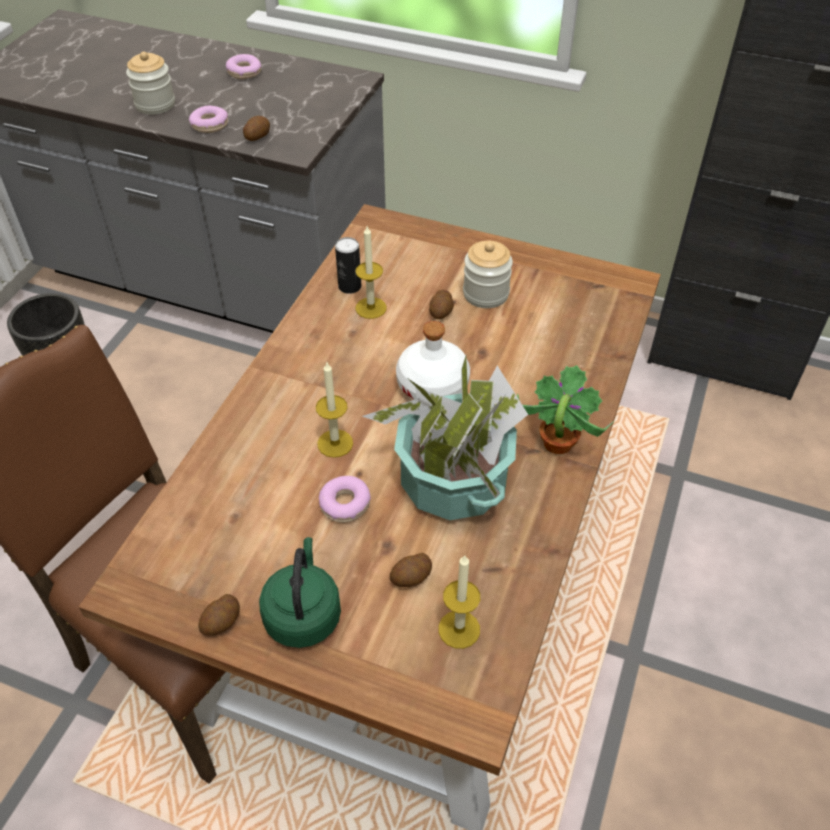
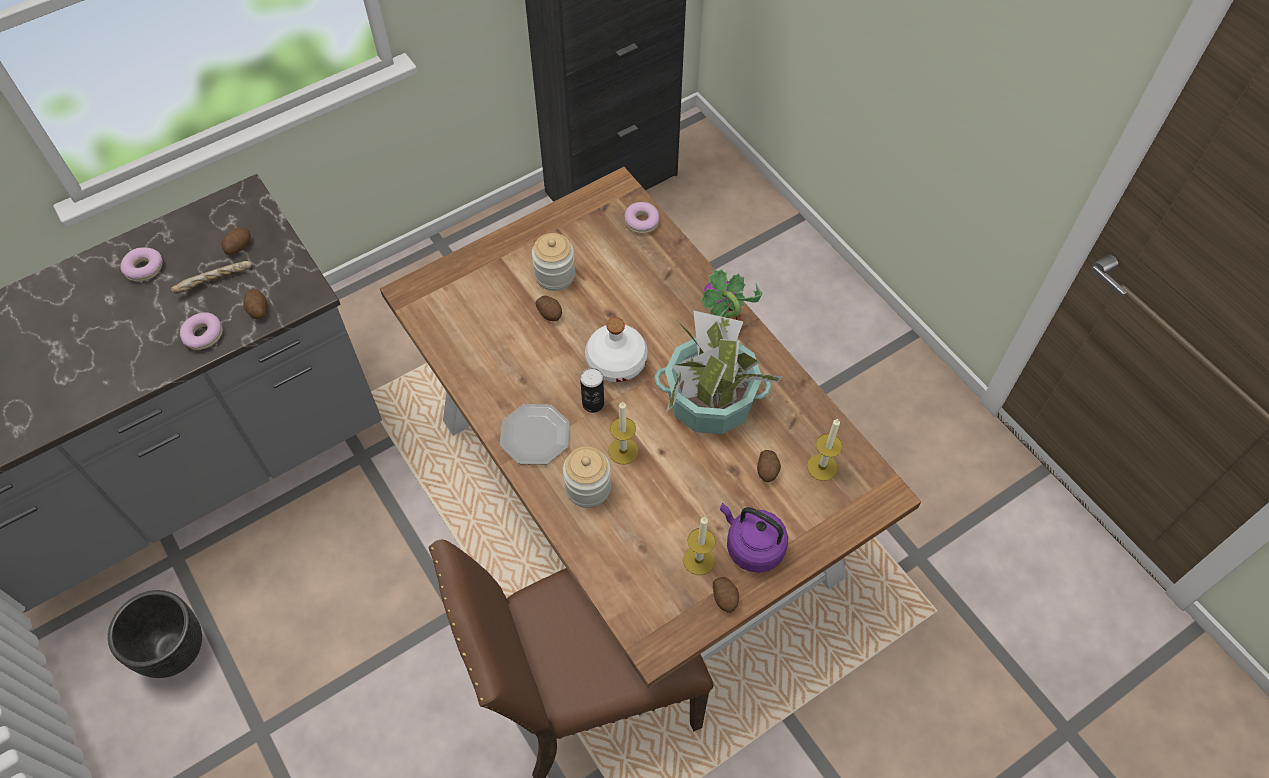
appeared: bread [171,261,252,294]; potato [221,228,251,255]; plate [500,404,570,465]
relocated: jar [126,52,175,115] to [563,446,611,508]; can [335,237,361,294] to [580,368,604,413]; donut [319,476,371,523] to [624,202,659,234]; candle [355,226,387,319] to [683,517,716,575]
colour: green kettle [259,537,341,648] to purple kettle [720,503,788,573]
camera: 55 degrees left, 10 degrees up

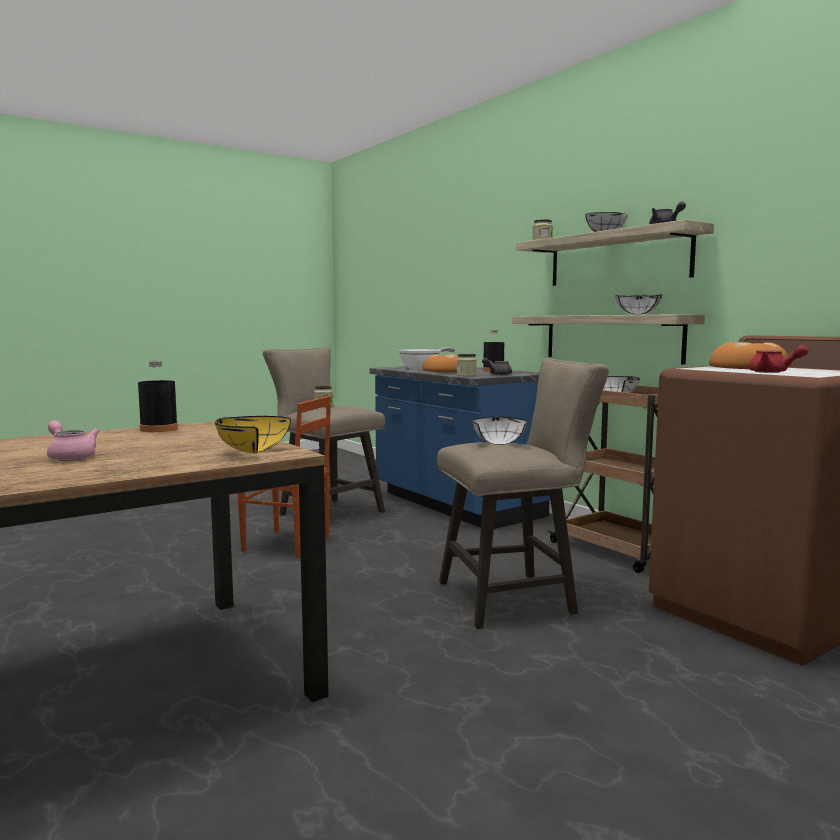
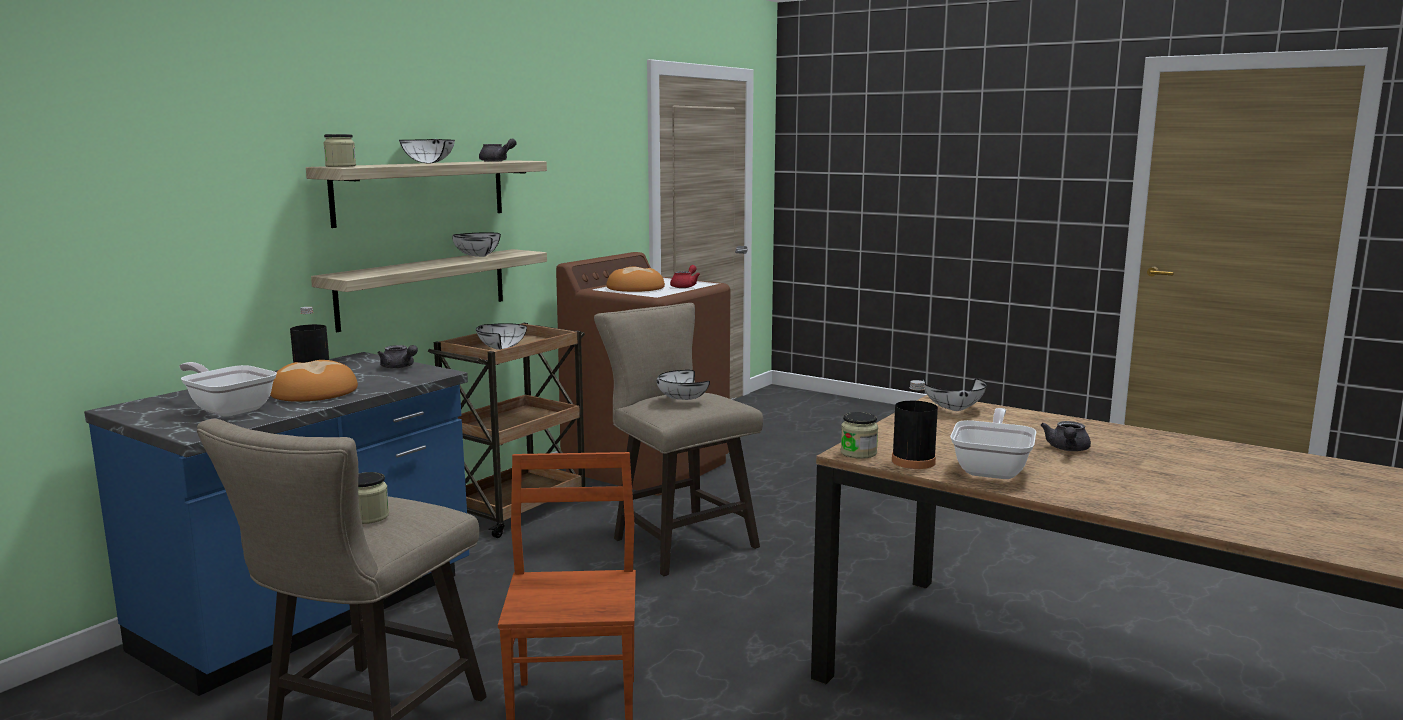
appeared: frying pan [950,408,1036,479]
relocated: jar [456,354,477,376] to [841,412,878,459]
colour: yellow bowl [215,416,291,453] to white bowl [922,379,987,411]; pink teapot [47,420,100,461] to grey teapot [1041,421,1091,451]
camera: 110 degrees left, 5 degrees up

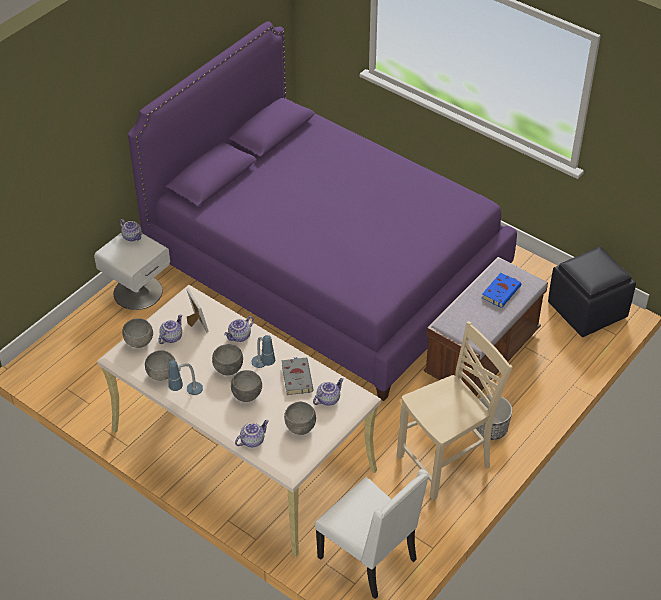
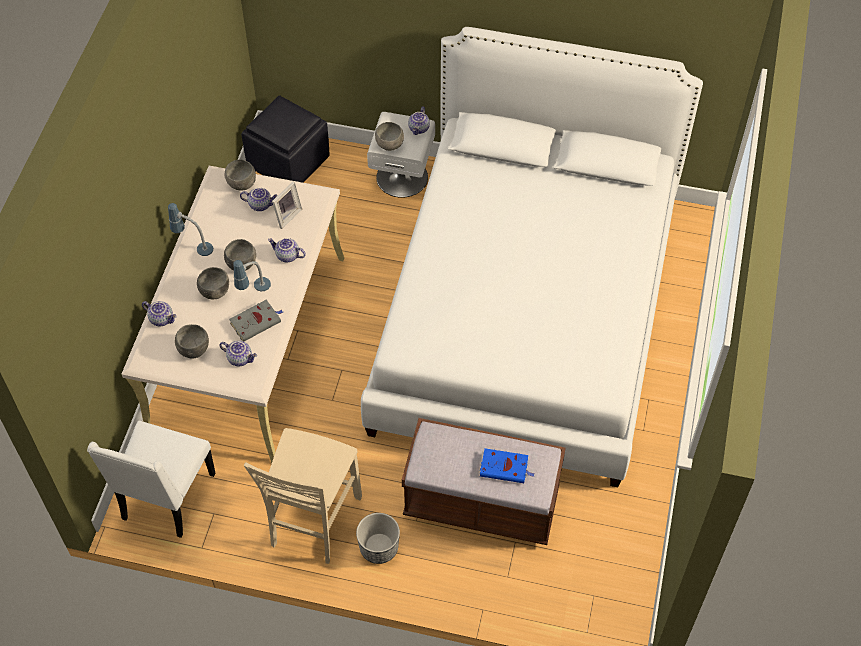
relocated: black ottoman [548,246,636,337] to [241,95,330,183]; grey bowl [145,350,175,381] to [375,122,404,151]
colour: purple bed [128,21,517,401] to white bed [361,27,703,487]
spun: beige chair [397,321,512,500] = [244,428,362,564] 75 degrees clockwise
camera: 65 degrees right, 10 degrees up

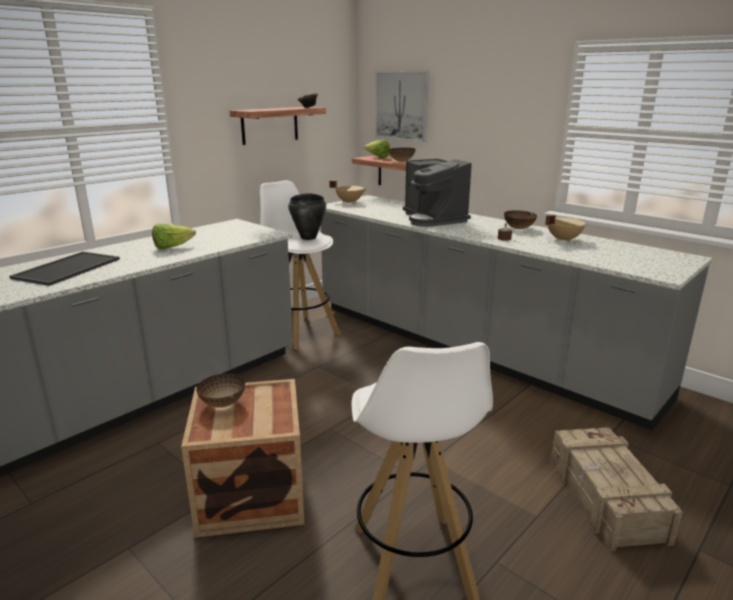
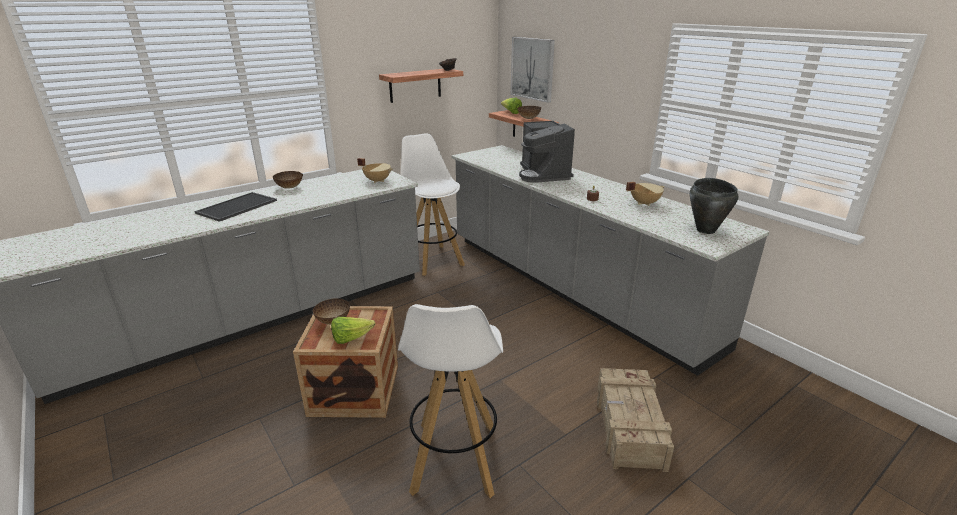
relocated: bowl [504,210,537,229] to [273,171,303,189]; lettuce [152,224,196,249] to [331,317,376,344]; beige cooking pot [329,180,367,204] to [357,158,393,183]; black cooking pot [288,193,326,240] to [690,178,738,234]
camera: 10 degrees right, 5 degrees up

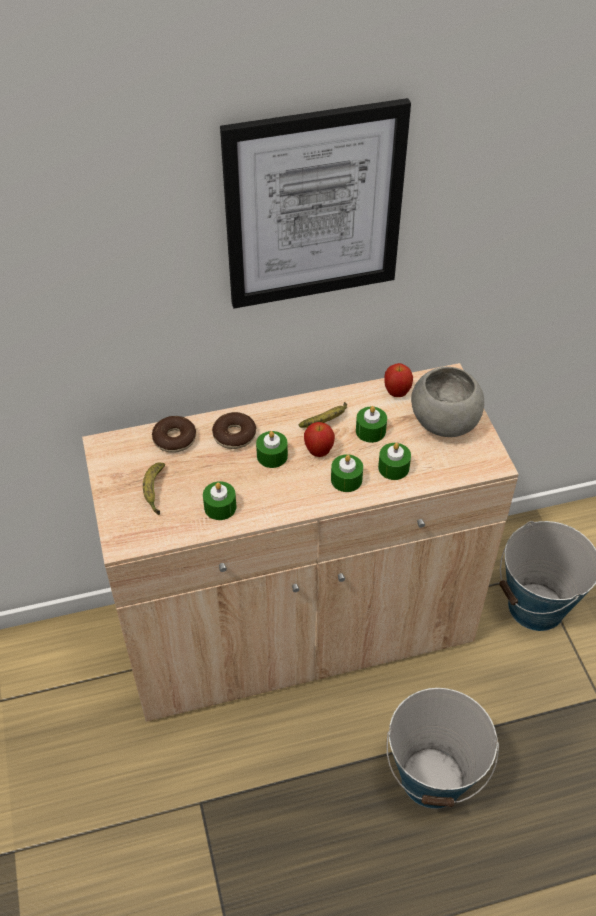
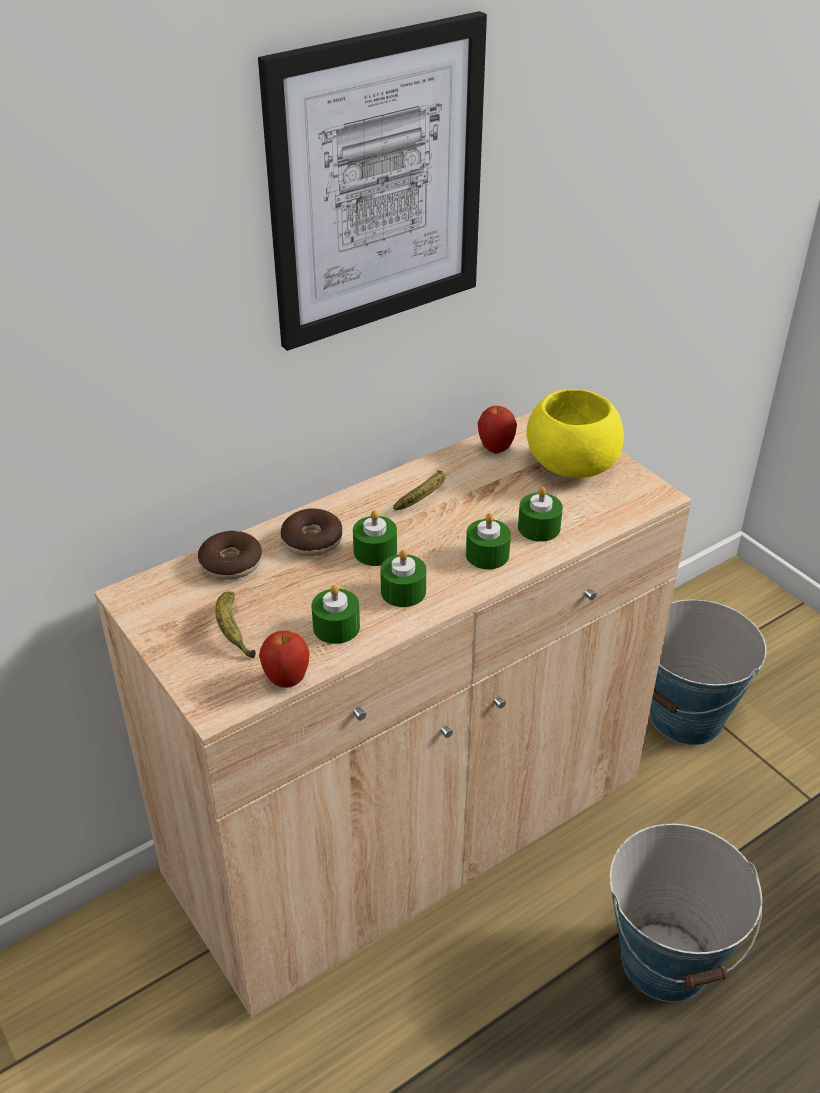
relocated: apple [304,422,335,457] to [259,631,310,688]; green candle [356,406,387,443] to [380,549,426,607]
colour: grey bowl [411,367,484,437] to yellow bowl [526,389,624,478]
camera: 20 degrees left, 10 degrees down

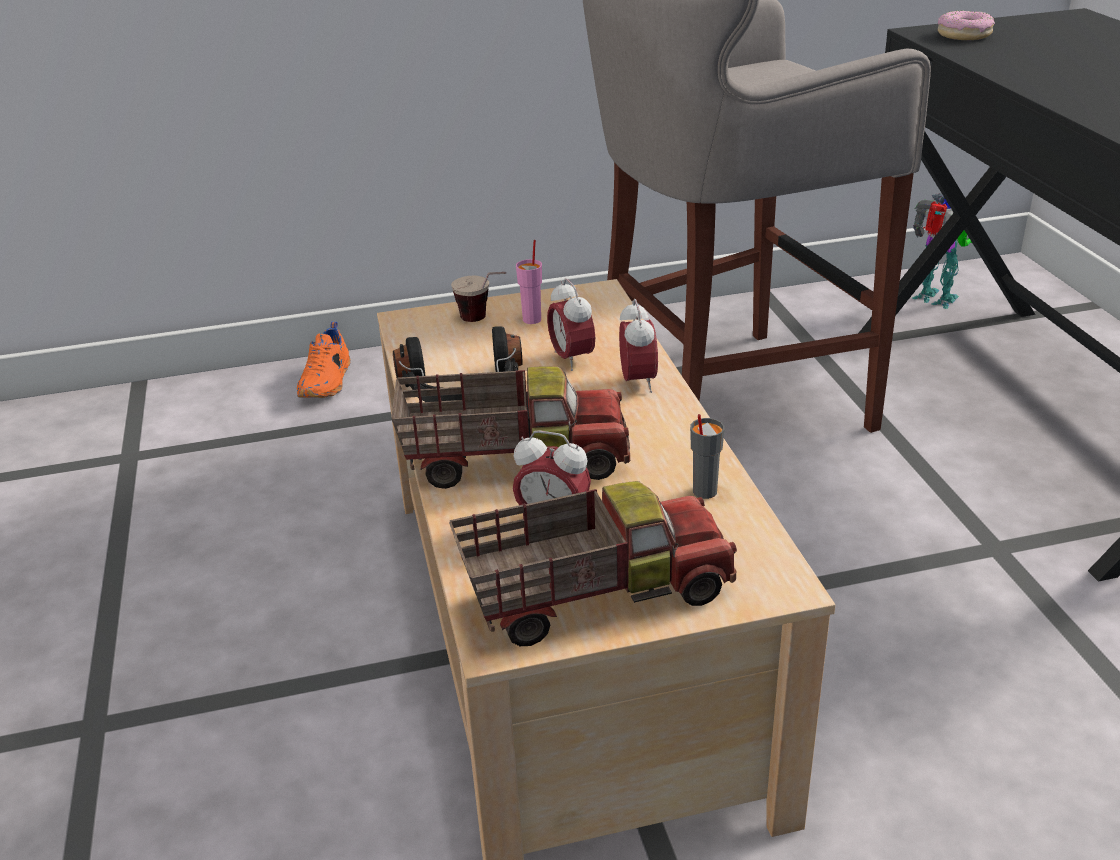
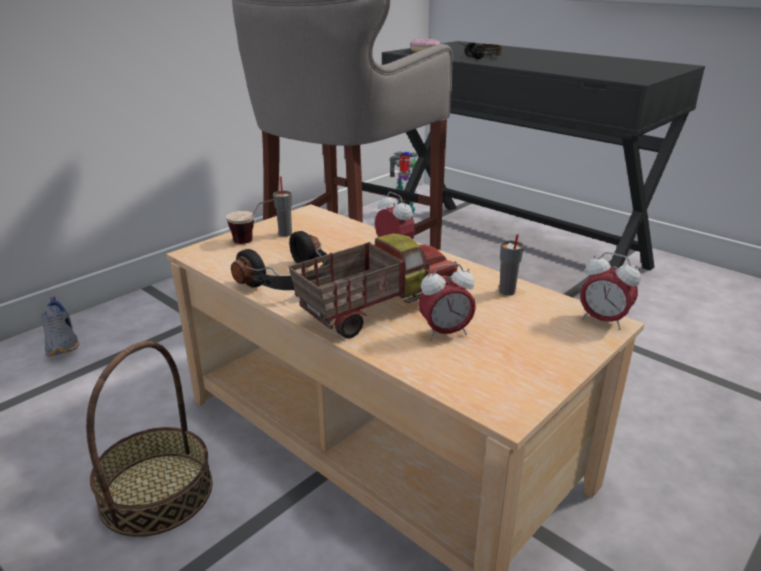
missing: toy truck [449,481,737,646]
appeared: basket [86,341,212,537]; headphones [460,42,502,59]
relocated: alarm clock [547,278,595,371] to [580,252,641,330]
colour: orange shoe [297,322,351,398] to grey shoe [41,296,79,357]; pink cup [516,240,542,324] to grey cup [273,176,292,237]
camera: 35 degrees left, 5 degrees down

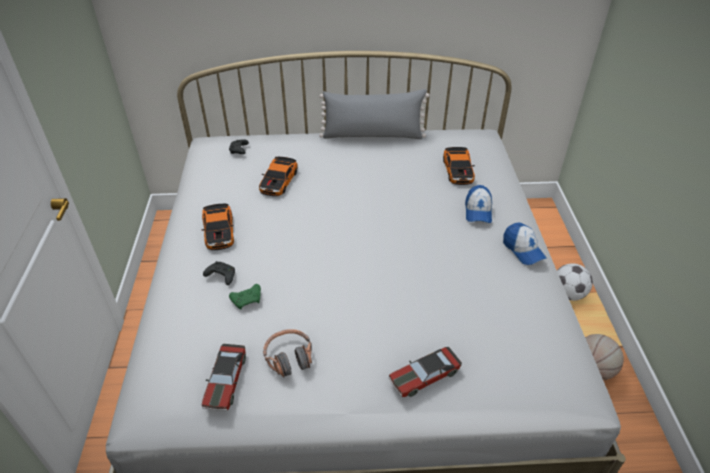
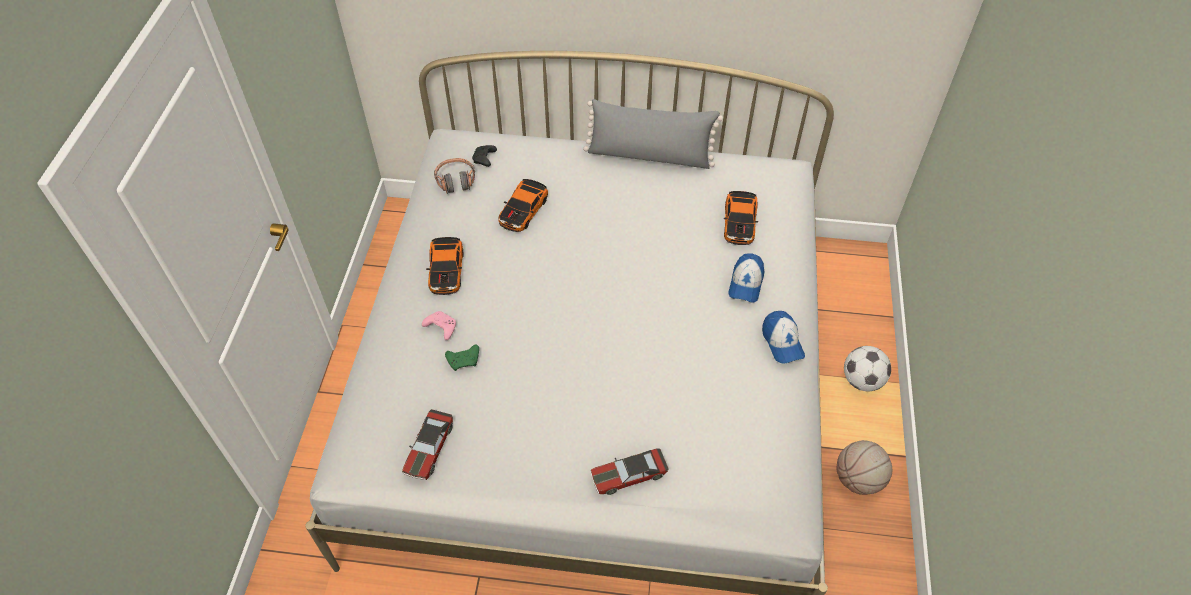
relocated: headphones [263,329,312,378] to [434,158,475,194]
colour: black game controller [203,261,235,285] to pink game controller [422,311,456,340]
camera: 10 degrees right, 10 degrees up

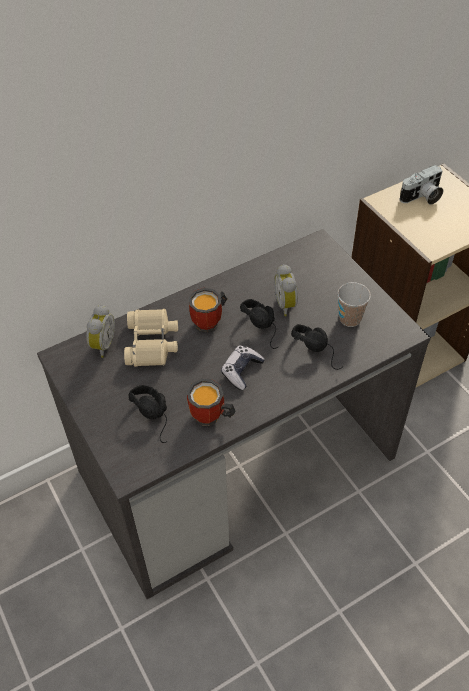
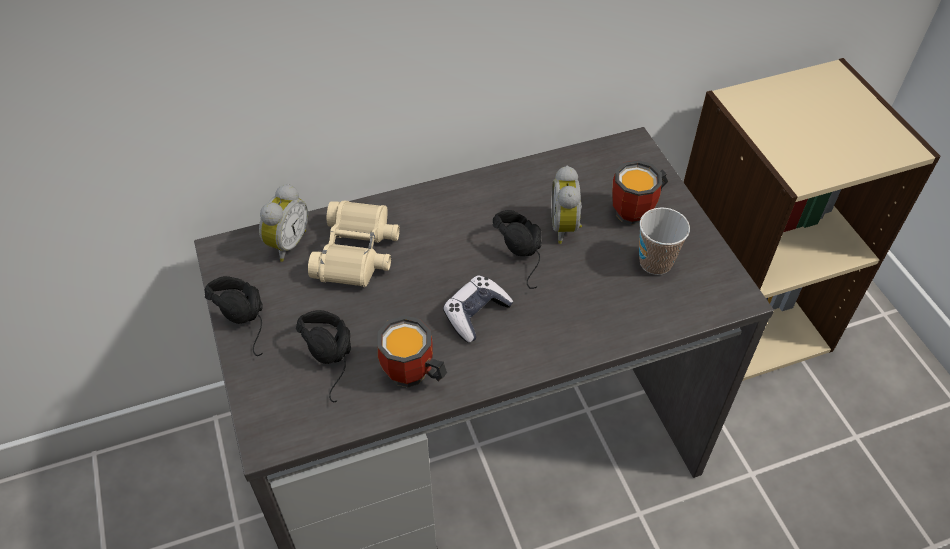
missing: photo camera [399,165,444,205]
relocated: black headphones [291,324,343,370] to [205,276,263,356]; mug [189,288,228,332] to [612,160,668,225]
camera: 10 degrees right, 0 degrees up

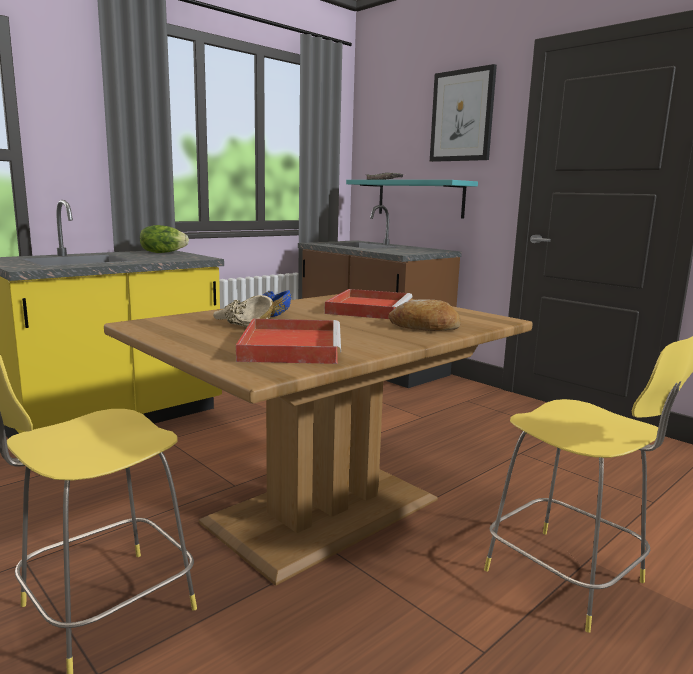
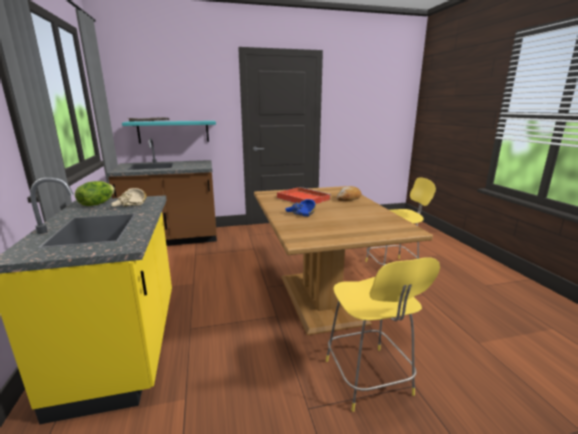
missing: red tray [236,319,341,364]; picture [430,64,497,162]
relocated: beige bowl [213,295,274,327] to [111,188,146,207]
camera: 60 degrees left, 5 degrees up

